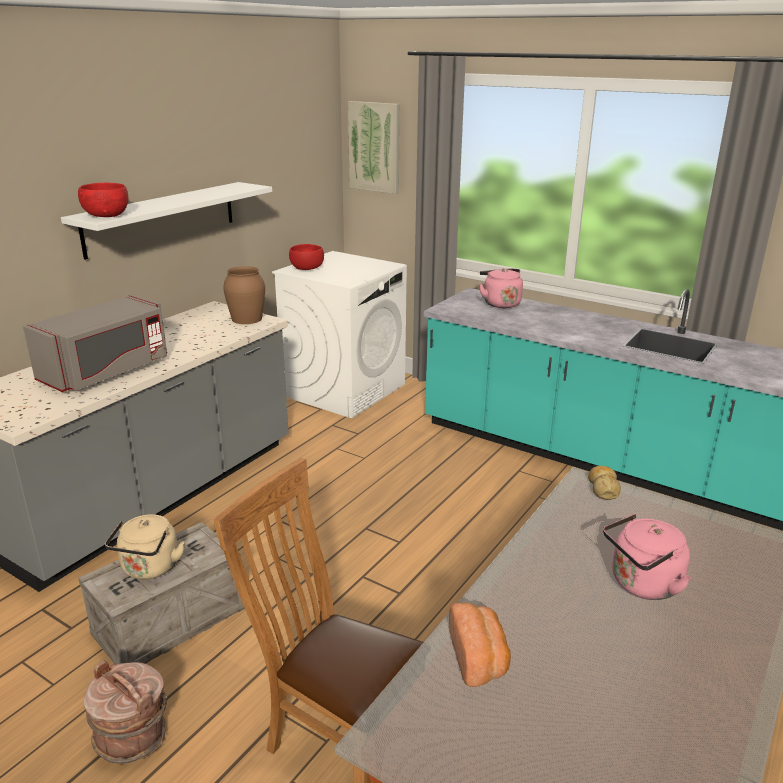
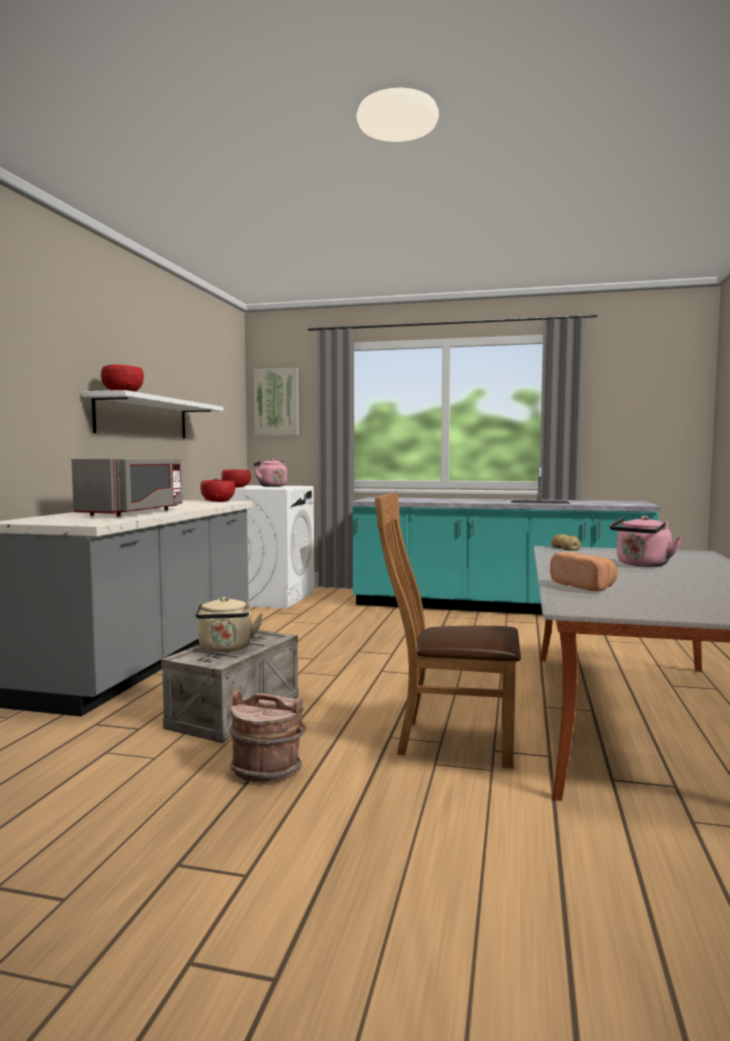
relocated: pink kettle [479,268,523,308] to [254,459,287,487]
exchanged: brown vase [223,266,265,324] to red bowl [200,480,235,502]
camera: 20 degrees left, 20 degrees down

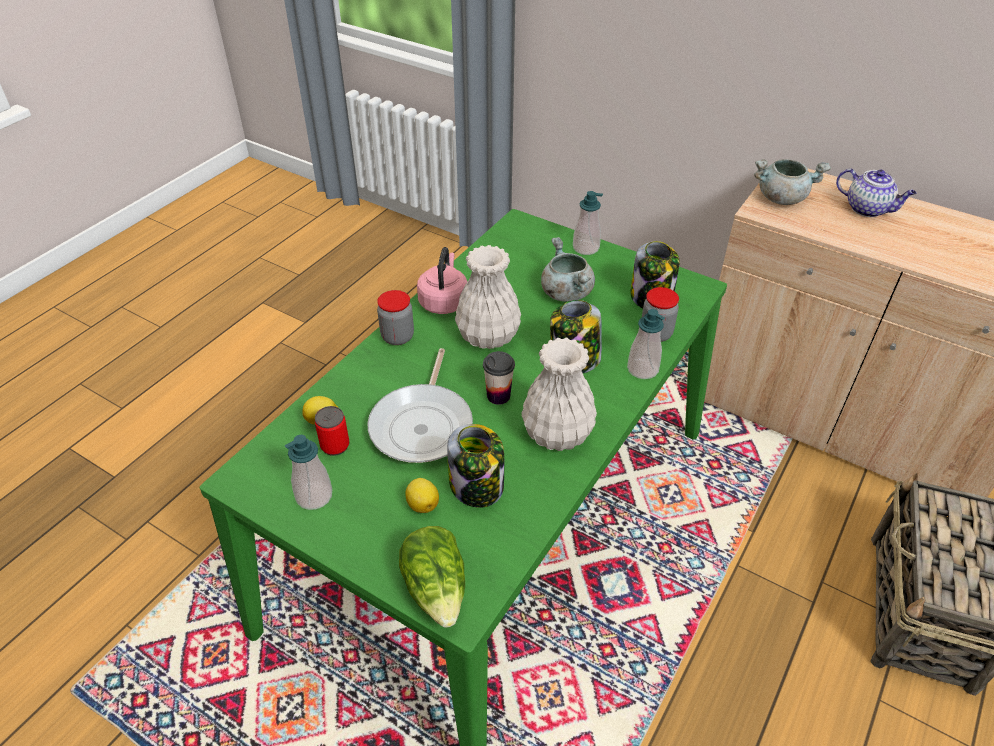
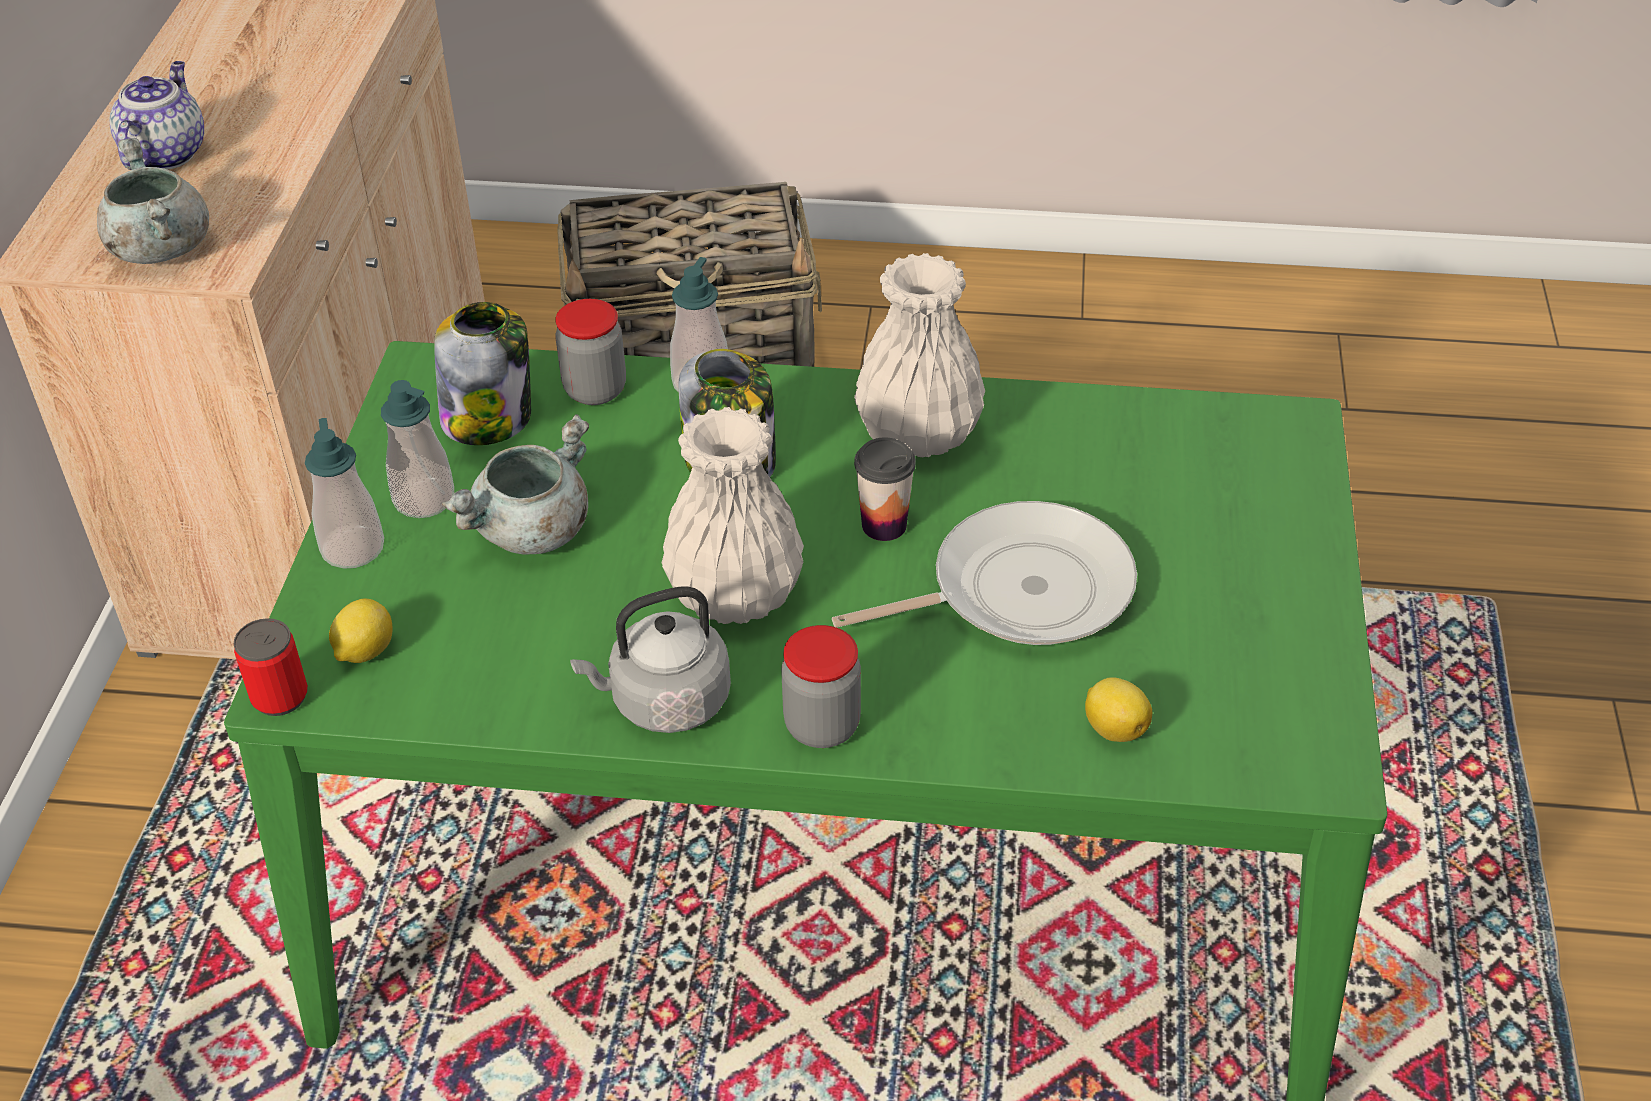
missing: lettuce [399,526,465,628]; jar [447,424,504,508]
relocated: can [315,406,349,456] to [234,618,308,716]; lemon [405,478,439,513] to [329,599,393,663]; soap dispenser [285,435,332,510] to [381,380,454,518]
colour: pink kettle [417,247,467,314] to grey kettle [570,586,731,733]
camera: 115 degrees left, 0 degrees up

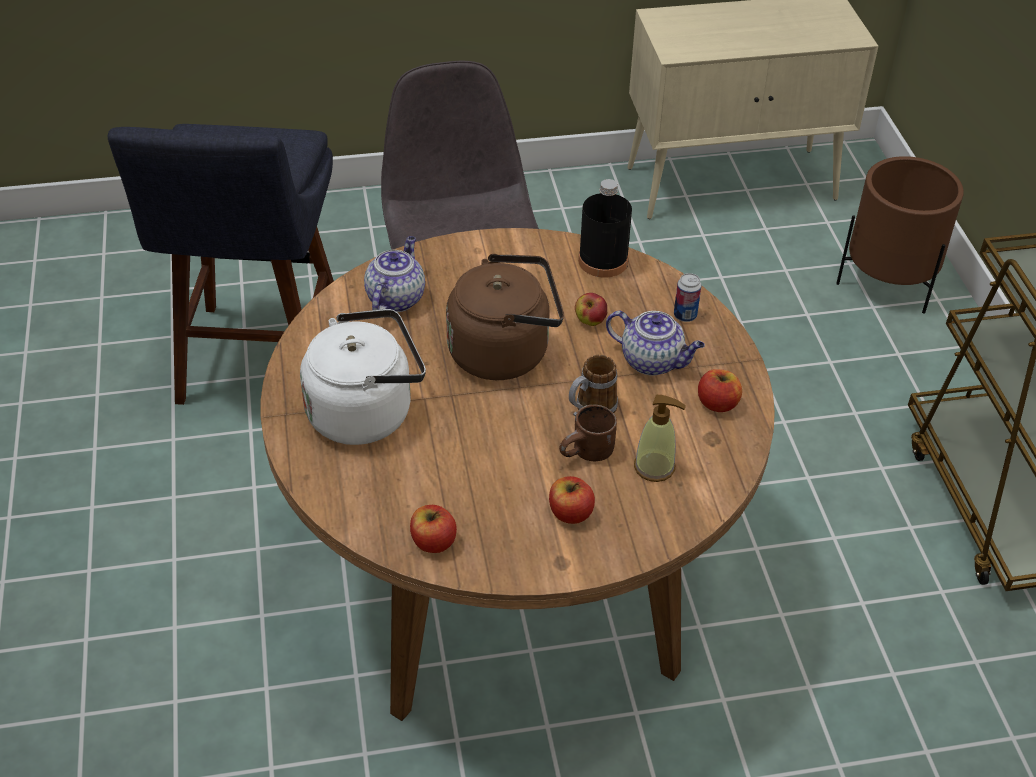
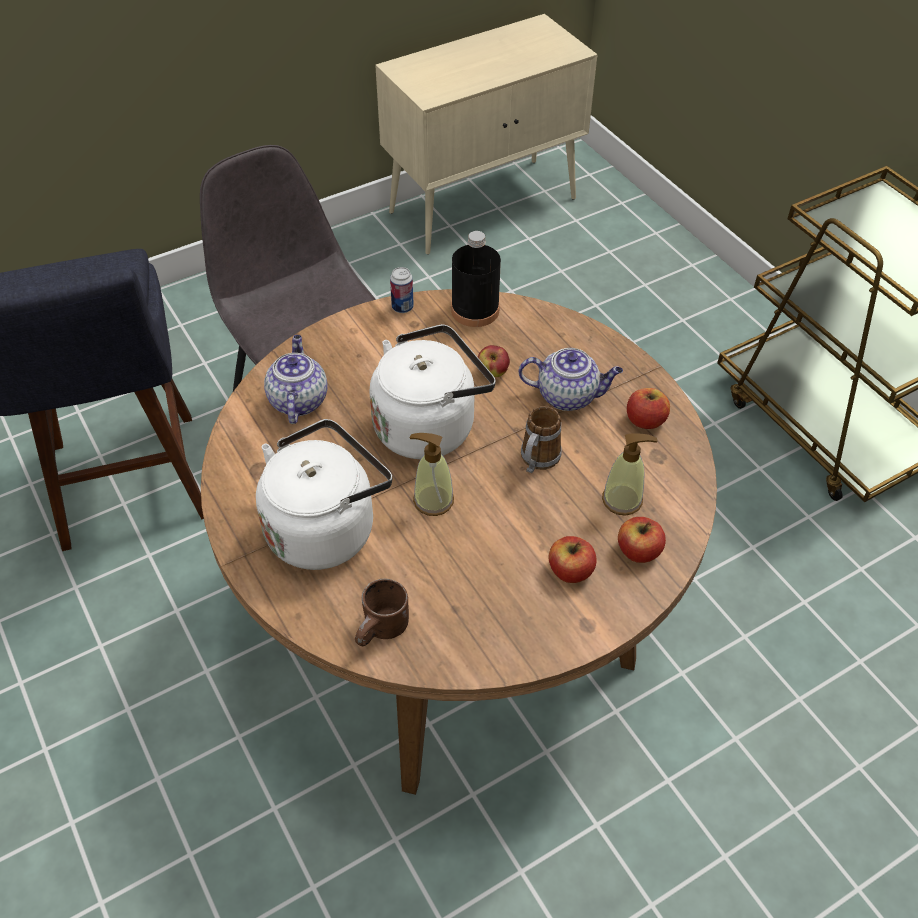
missing: brown planter [836,156,964,314]
appeared: soap dispenser [410,433,454,516]
relocated: brown mug [559,405,617,461] to [355,579,409,646]; can [674,273,701,322] to [390,267,414,313]; apple [410,505,457,553] to [618,517,666,563]
colour: brown kettle [446,254,564,380] to white kettle [370,324,496,459]
camera: 20 degrees left, 5 degrees up

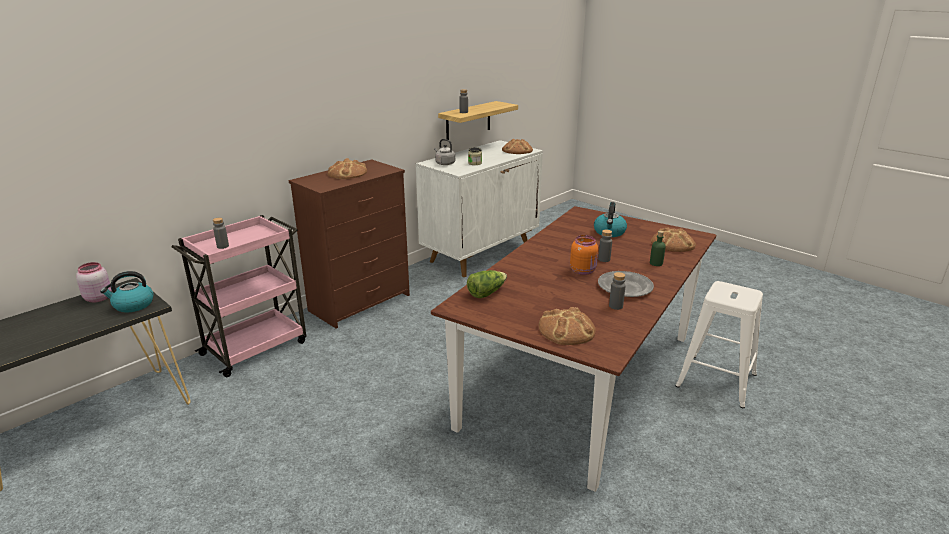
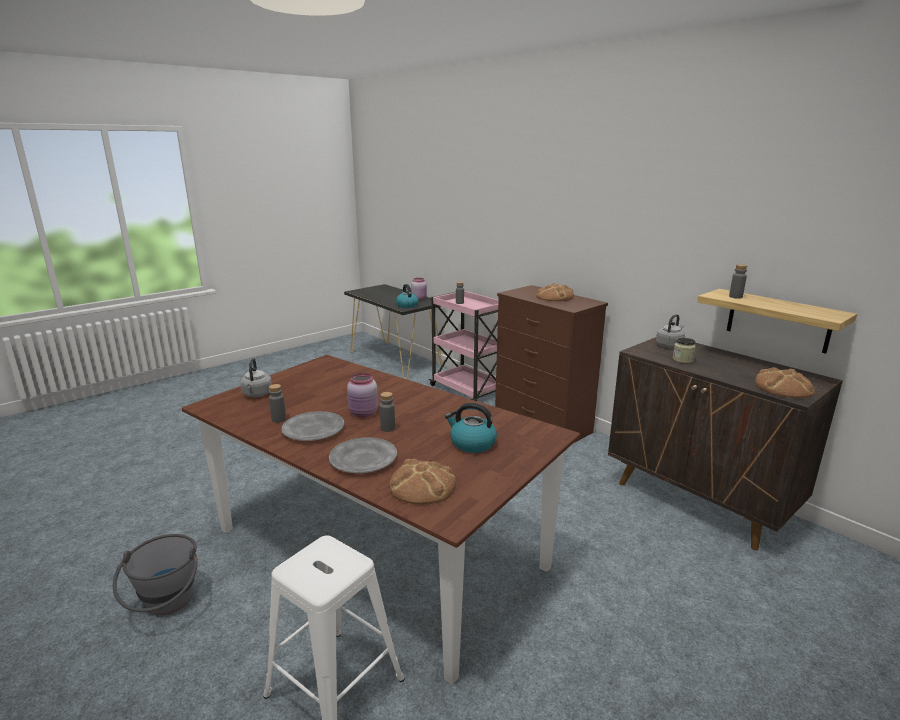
missing: lettuce [467,270,507,298]
appeared: grey bucket [113,534,197,615]
exchanged: bread [539,307,596,345] to grey kettle [240,358,272,397]; green bottle [650,231,666,266] to grey plate [329,437,397,473]
colour: orange jar [570,235,598,275] to pink jar [347,373,378,417]; white cabinet [416,140,543,277] to brown cabinet [608,337,843,550]
camera: 95 degrees right, 5 degrees down

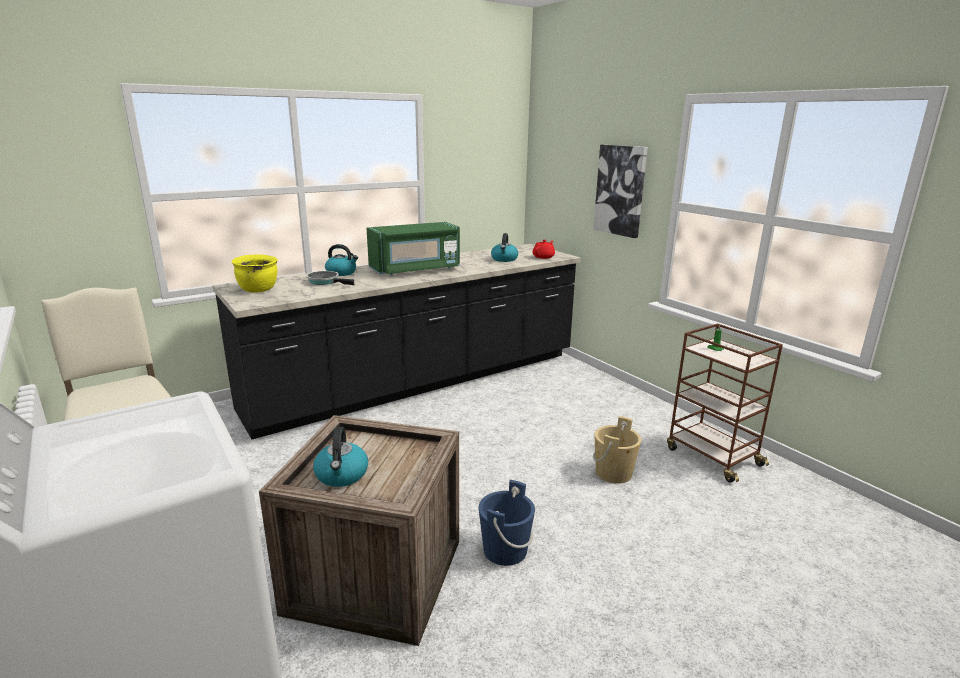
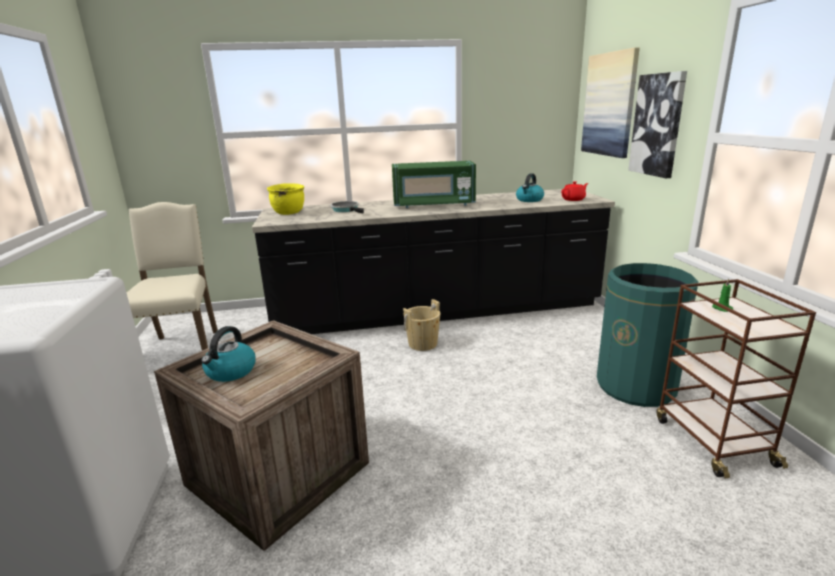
missing: kettle [325,244,358,276]; blue bucket [479,480,535,566]
appeared: picture [581,47,640,158]; green trash can [597,263,699,407]
relocated: beige bucket [593,416,641,484] to [403,299,440,351]
camera: 25 degrees right, 0 degrees up

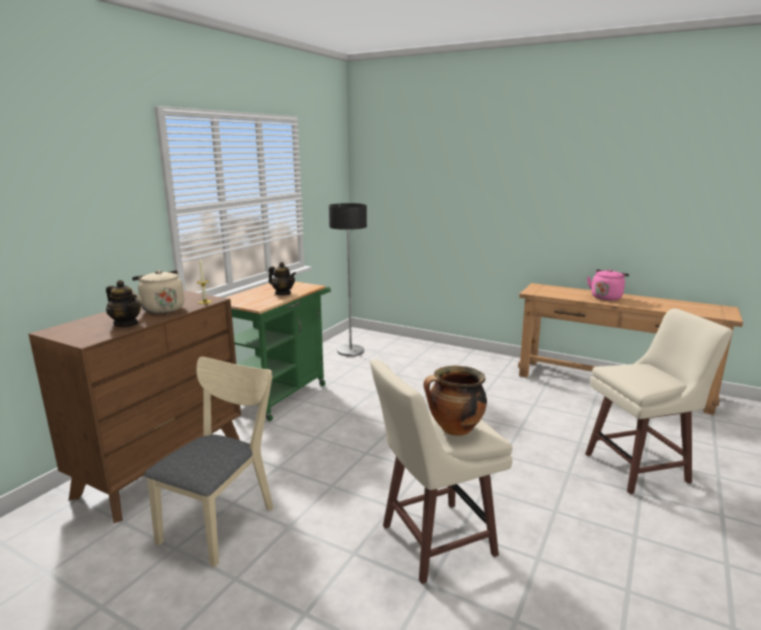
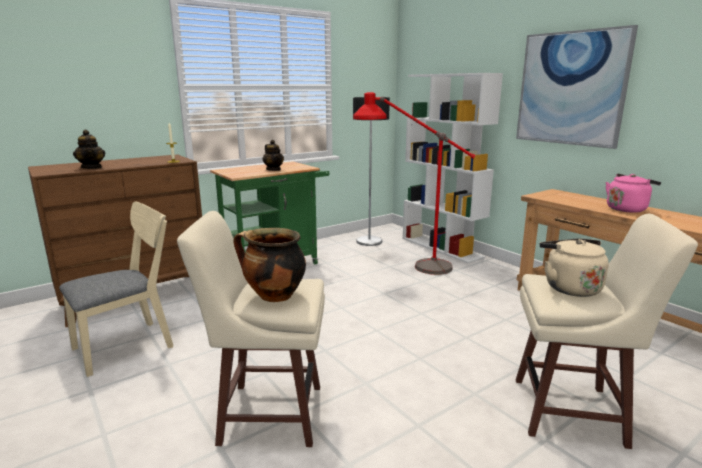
appeared: red floor lamp [353,92,476,275]; white bookcase [403,73,503,263]; picture [516,25,638,149]
relocated: beige kettle [132,270,185,314] to [540,238,609,297]
camera: 25 degrees right, 0 degrees up

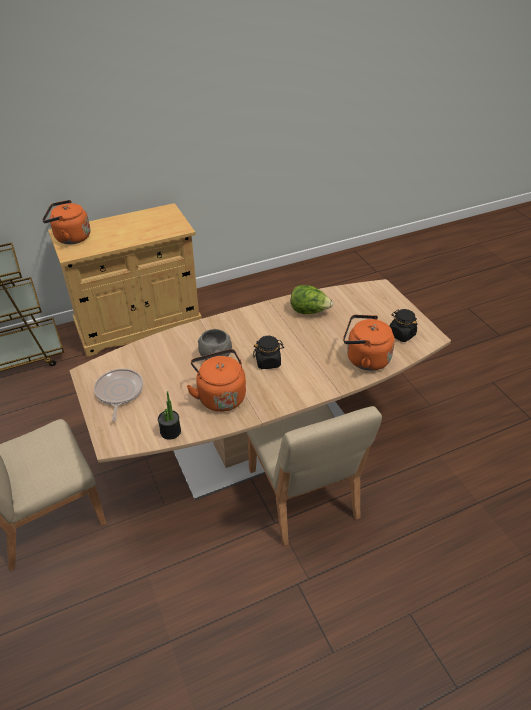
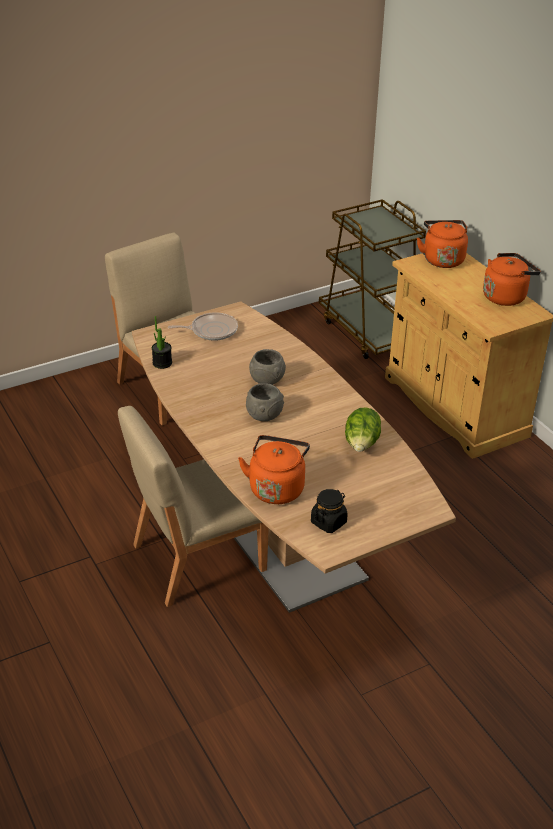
relocated: orange kettle [186,349,246,412] to [483,253,541,306]
exchanged: black jar [253,336,284,369] to grey bowl [246,383,284,421]
camera: 85 degrees right, 5 degrees down

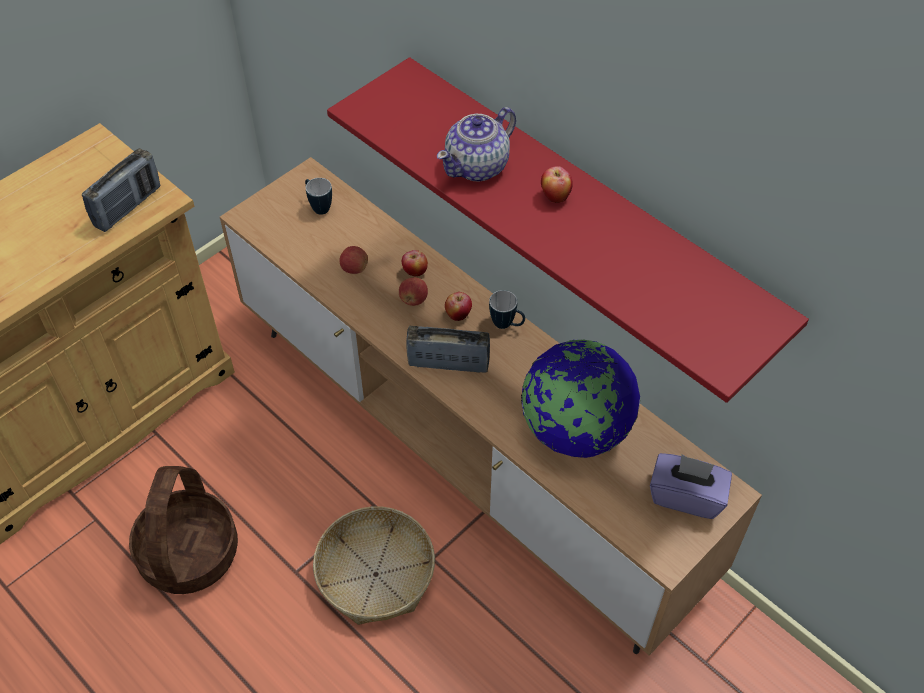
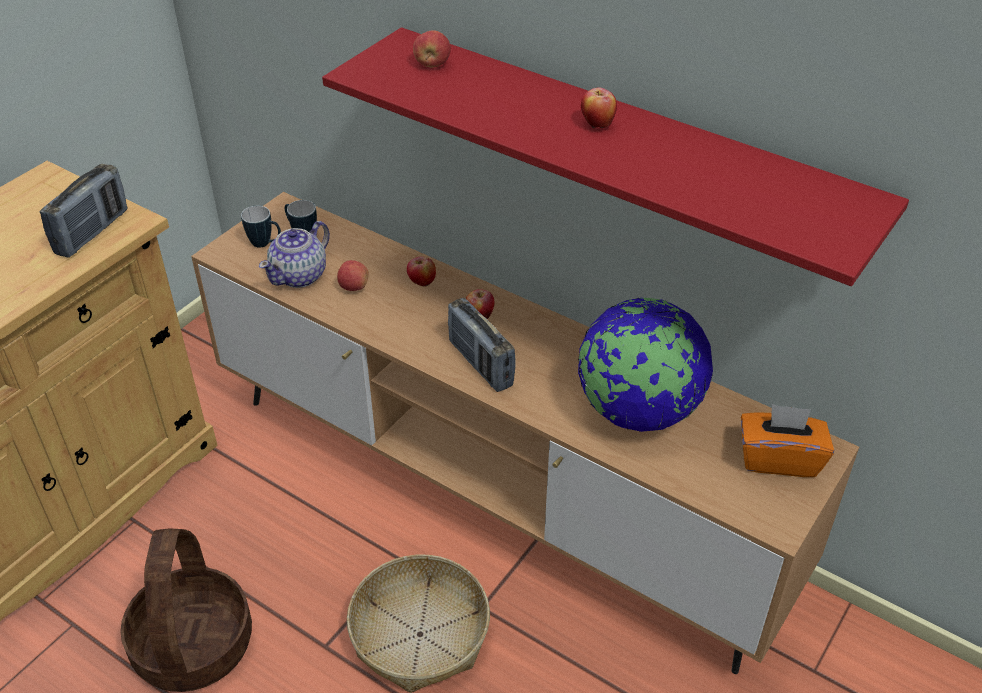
relocated: mug [489,290,525,329] to [241,206,281,248]; teapot [437,107,516,182] to [259,221,330,288]; apple [399,277,428,306] to [413,30,451,67]
colour: purple tissue box [650,453,732,519] to orange tissue box [741,404,834,477]
spun: radio [406,326,490,373] = [448,298,516,392] 120 degrees counterclockwise
camera: 10 degrees left, 10 degrees down

